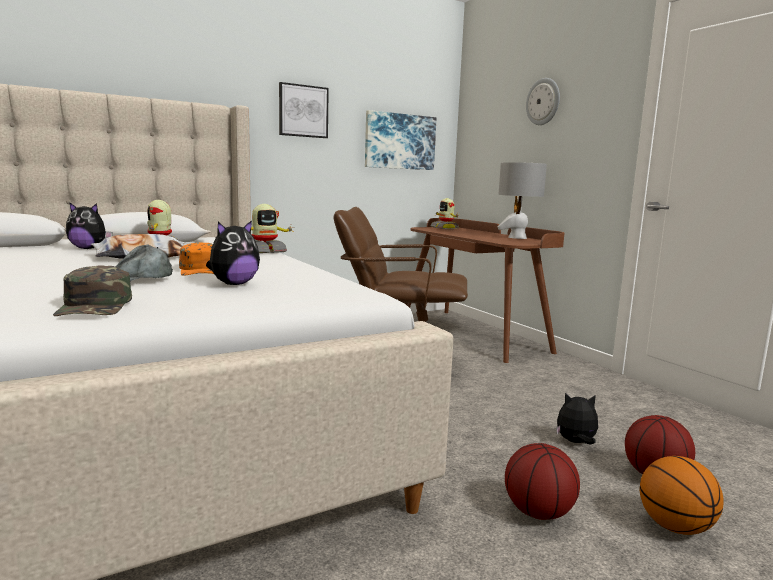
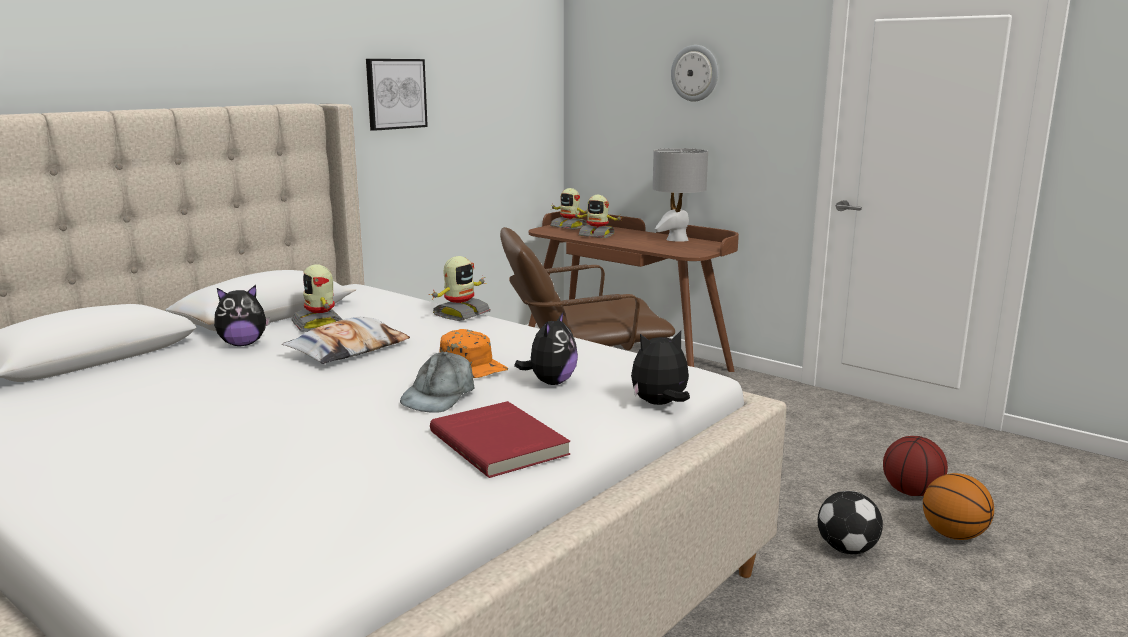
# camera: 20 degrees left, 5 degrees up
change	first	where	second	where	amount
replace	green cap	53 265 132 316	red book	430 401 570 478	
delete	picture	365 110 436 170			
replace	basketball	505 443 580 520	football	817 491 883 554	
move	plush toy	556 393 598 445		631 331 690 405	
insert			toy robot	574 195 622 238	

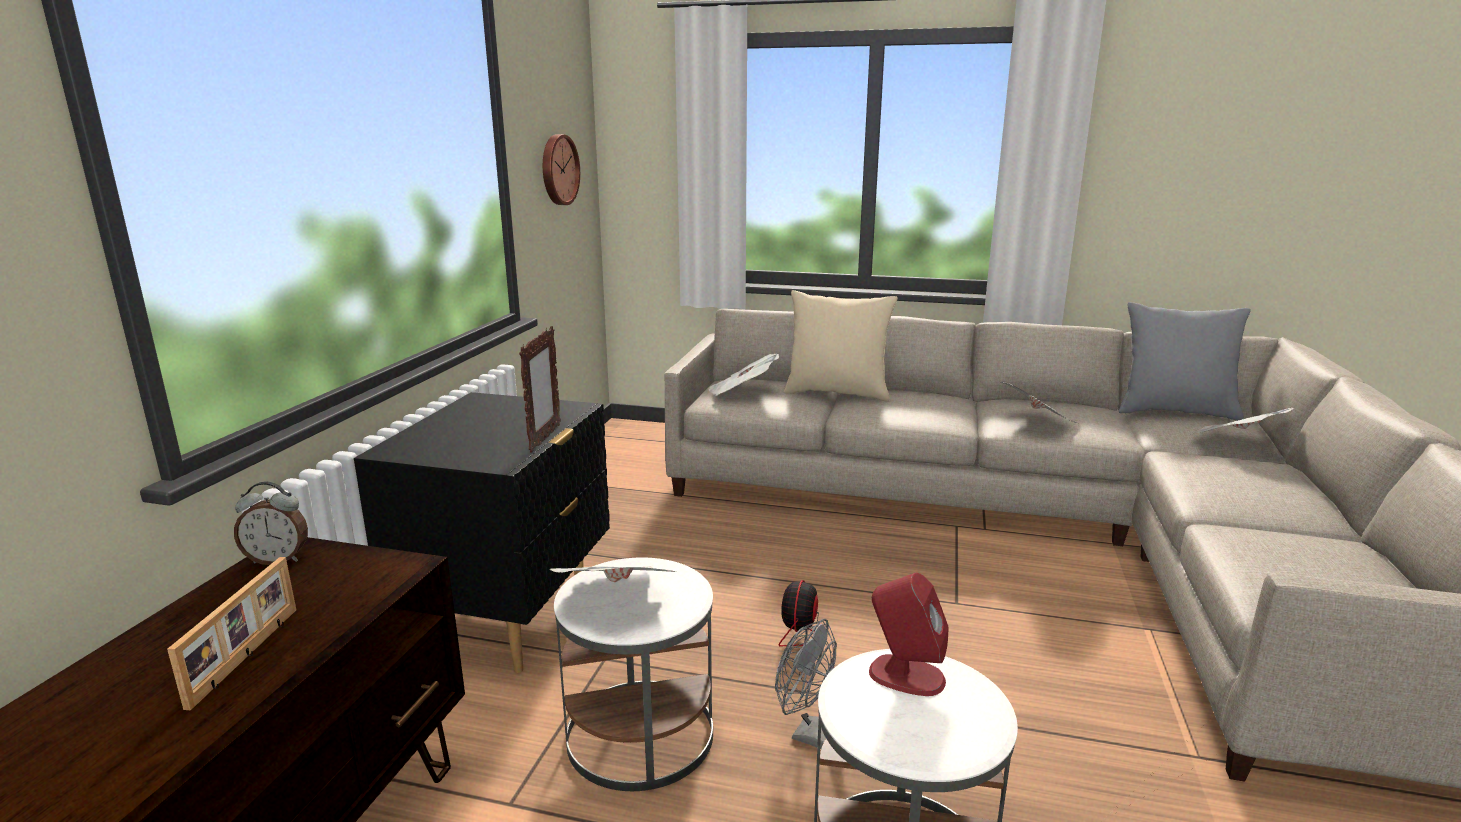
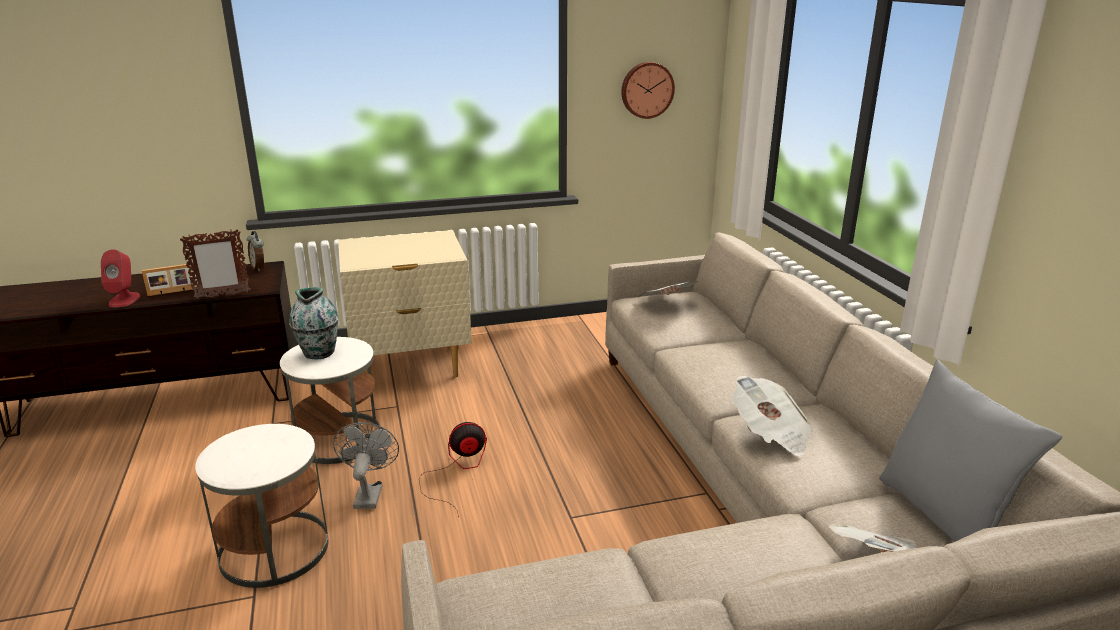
# camera: 60 degrees right, 5 degrees up
change	first	where	second	where	amount
recolor	black nightstand	354 392 610 673	beige nightstand	338 230 472 377	
move	picture frame	519 326 561 453		180 229 251 299	
replace	newspaper	550 566 676 582	vase	289 287 339 359	
delete	beige pillow	784 290 898 402			
move	red speaker	869 573 949 696		101 249 140 307	

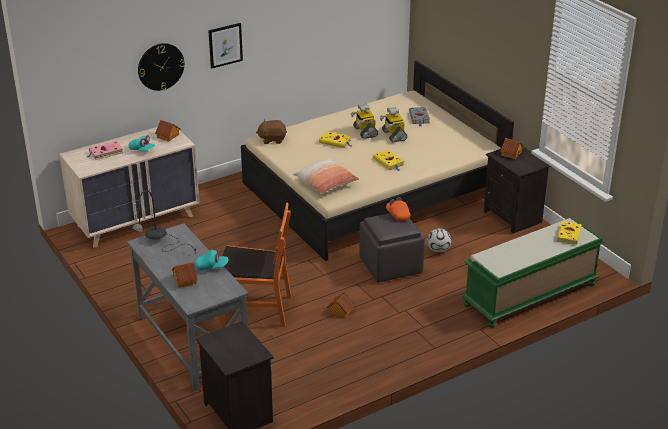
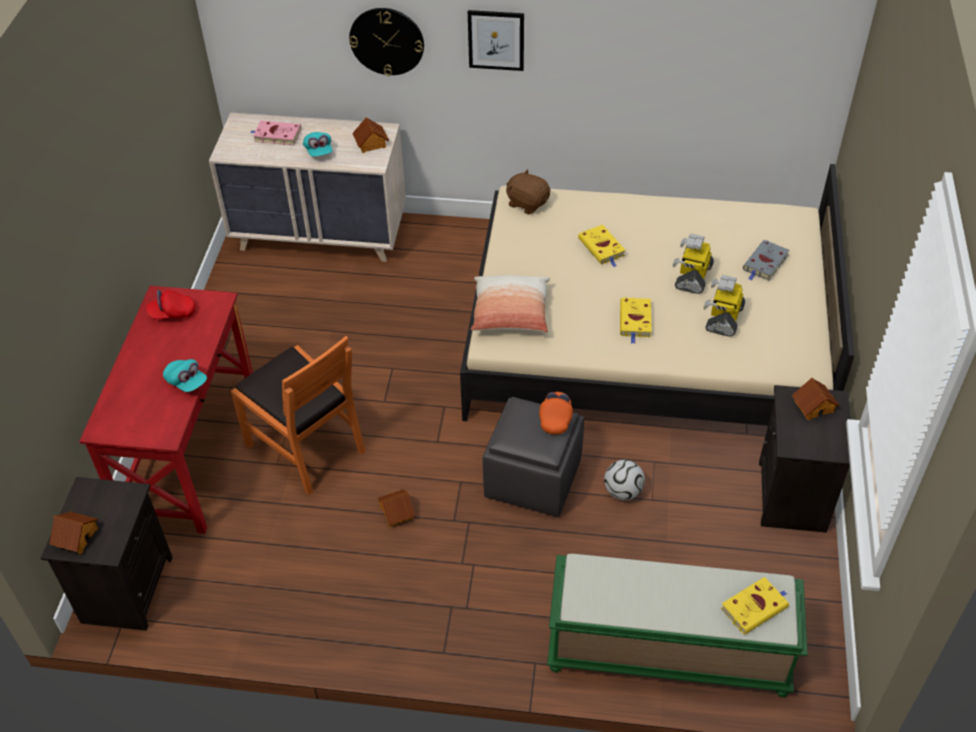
# camera: 40 degrees right, 15 degrees up
change	first	where	second	where	amount
recolor	grey desk	127 223 249 391	red desk	79 286 253 534	
replace	grey table lamp	132 190 196 252	red cap	146 290 196 319	
move	toy house	172 262 198 288		49 512 98 554	
move	toy robot	351 104 378 139		704 275 745 337	

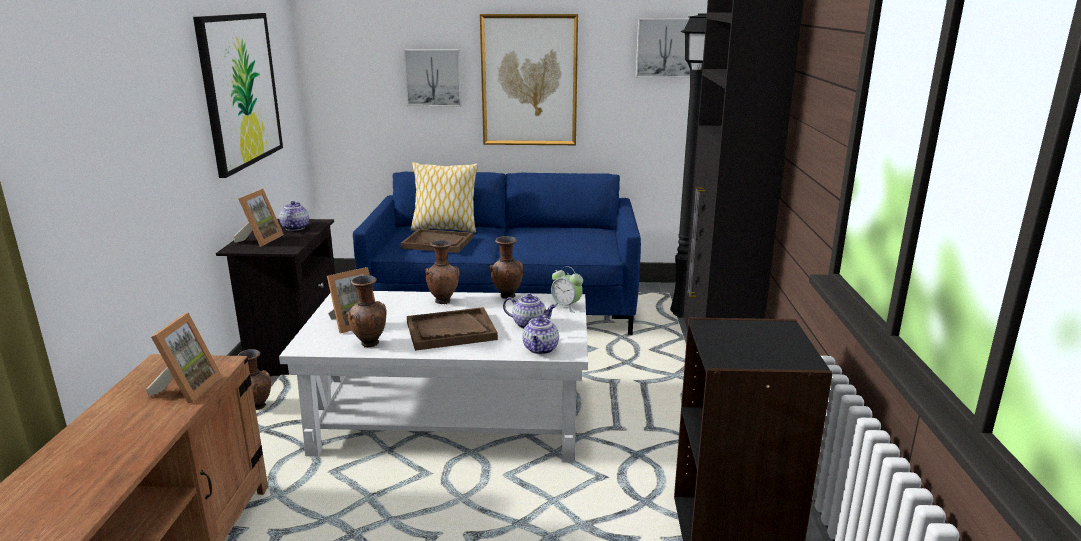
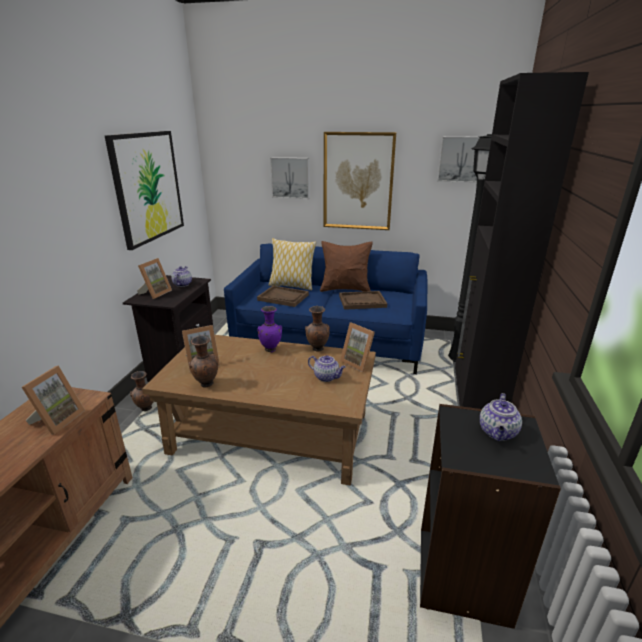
# camera: 10 degrees right, 5 degrees up
change	first	where	second	where	amount
recolor	white coffee table	279 291 588 463	brown coffee table	142 335 376 486	
move	brown tray	407 307 498 351		339 291 387 310	
recolor	brown vase	425 240 460 304	purple vase	257 306 282 352	
move	teapot	522 313 559 354		480 393 522 441	
replace	alarm clock	551 266 583 313	picture frame	340 323 375 372	
insert			brown pillow	320 241 373 292	

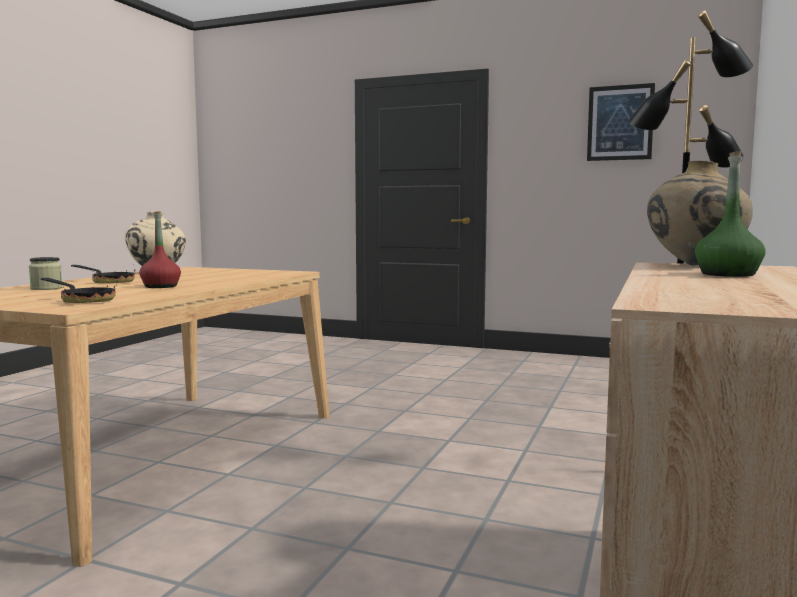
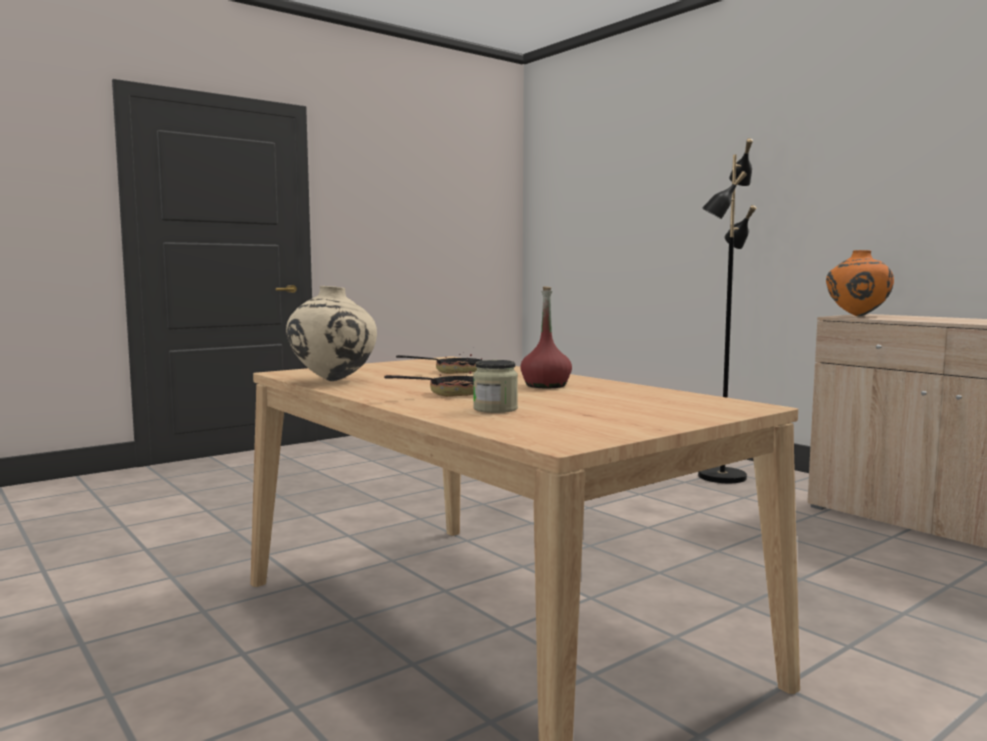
# camera: 60 degrees left, 0 degrees up
change	first	where	second	where	amount
move	frying pan	41 278 116 303		396 354 483 374	
delete	picture	587 83 655 161			
recolor	beige vase	647 160 753 266	orange vase	826 250 894 316	
delete	green bottle	695 151 766 277			

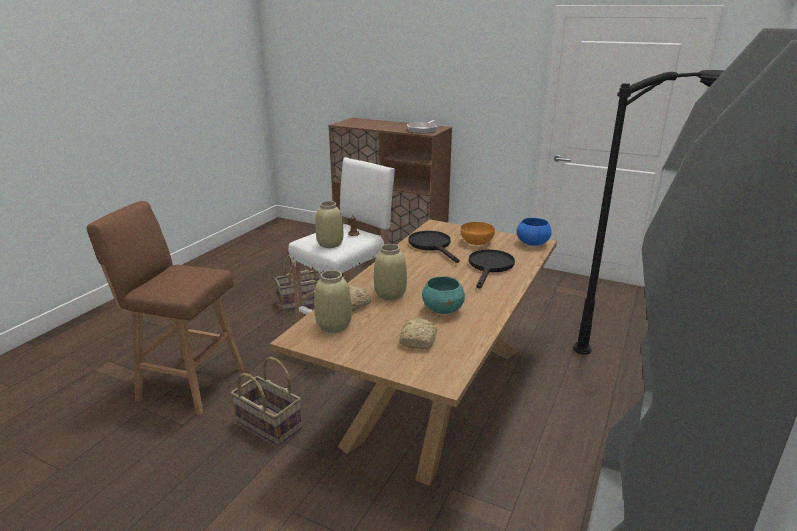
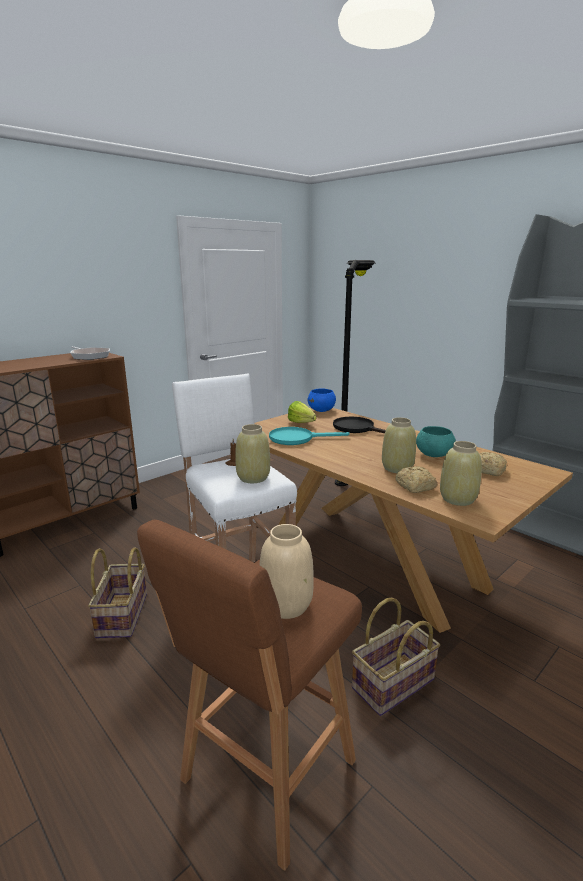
# camera: 70 degrees left, 5 degrees down
change	first	where	second	where	amount
recolor	black frying pan	409 231 460 263	turquoise frying pan	269 427 349 445	
replace	orange bowl	461 222 495 245	lettuce	288 401 317 423	
insert			beige vase	259 524 314 619	

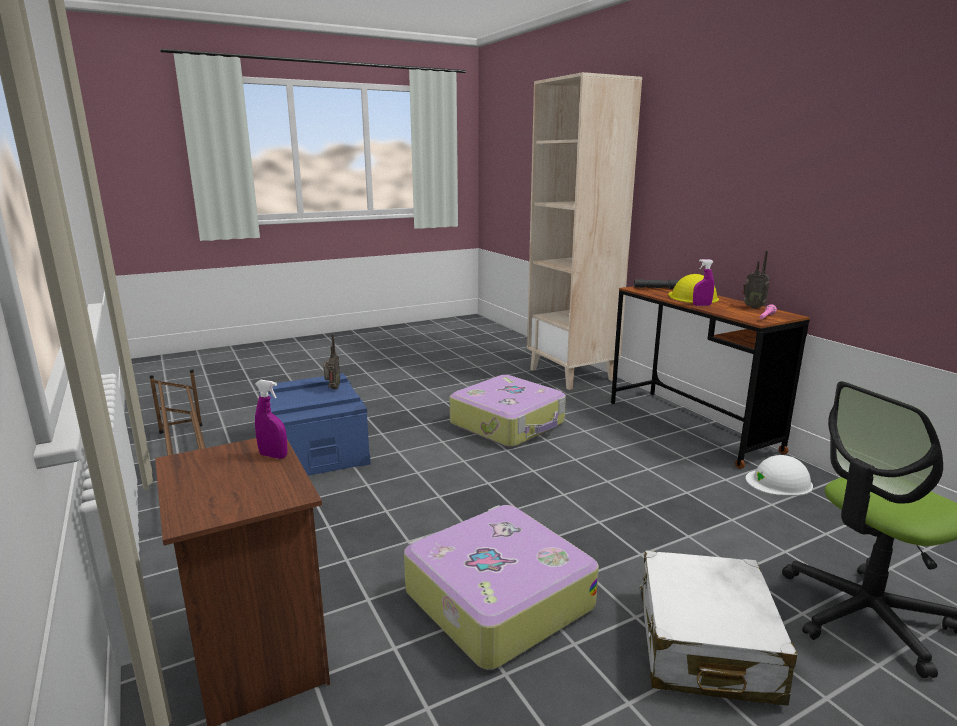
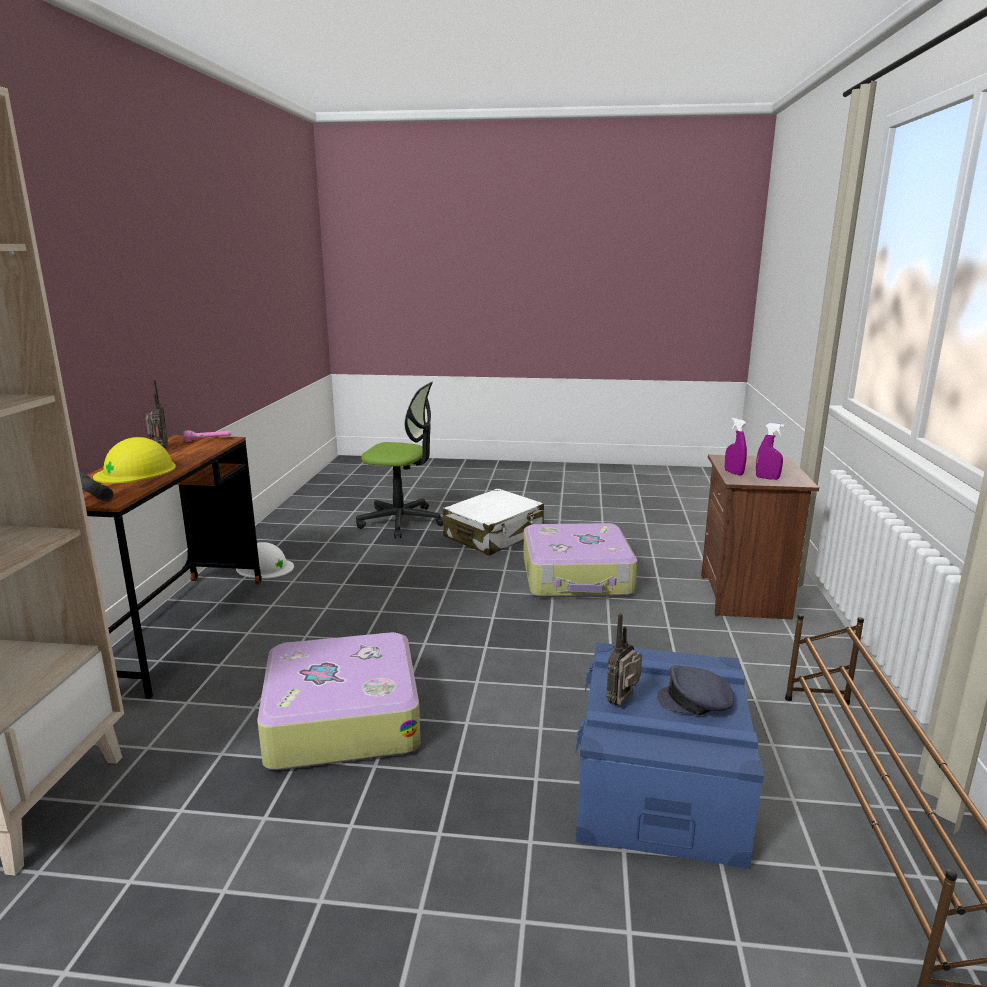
# camera: 145 degrees left, 0 degrees up
change	first	where	second	where	amount
move	purple spray bottle	693 259 714 306		756 423 784 480	
insert			grey cap	657 665 734 715	

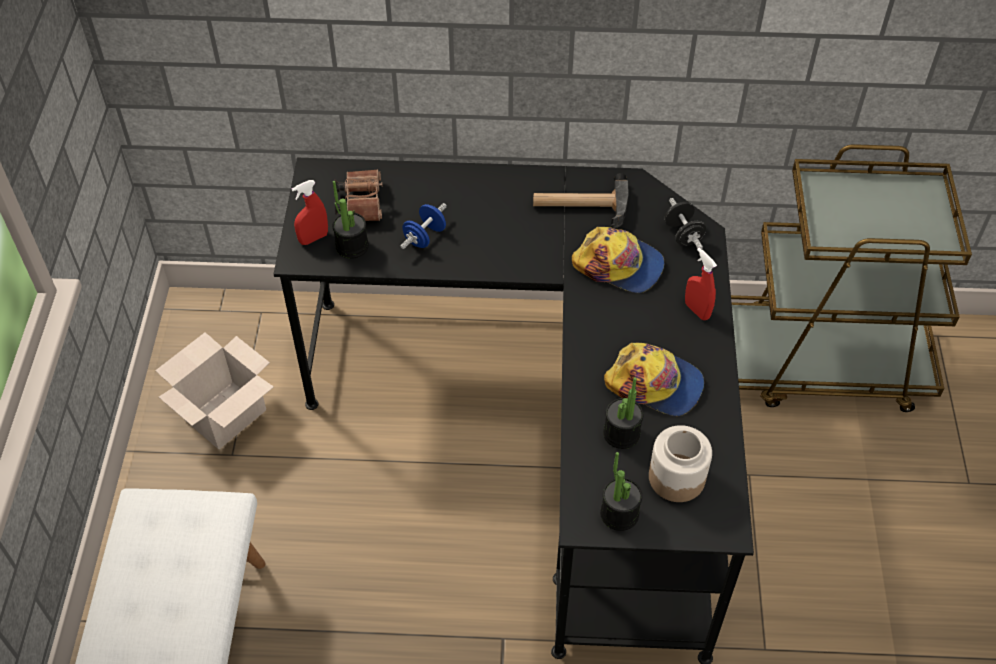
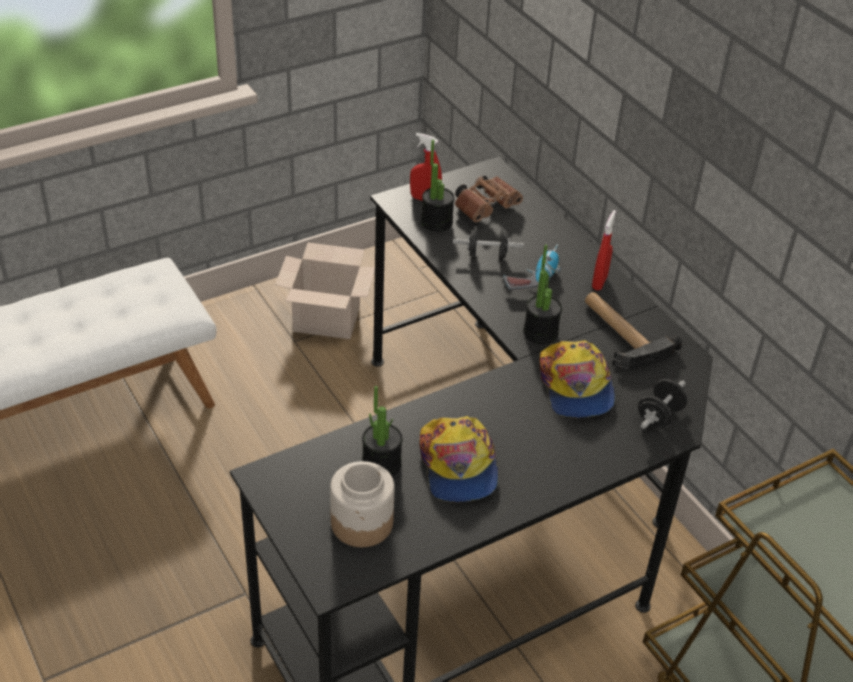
# camera: 55 degrees right, 10 degrees down
change	first	where	second	where	amount
recolor	blue dumbbell	400 203 447 249	black dumbbell	453 227 524 261	
move	potted plant	600 452 642 531		523 245 562 344	
move	red spray bottle	685 248 717 320		592 210 616 290	
insert			power drill	503 244 561 290	

